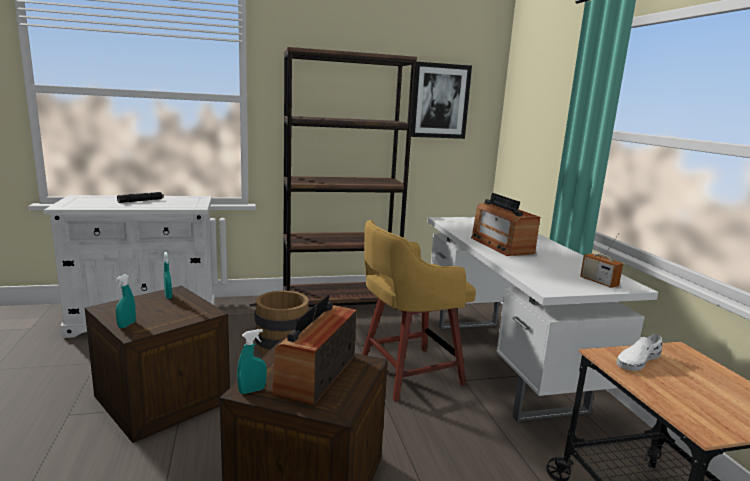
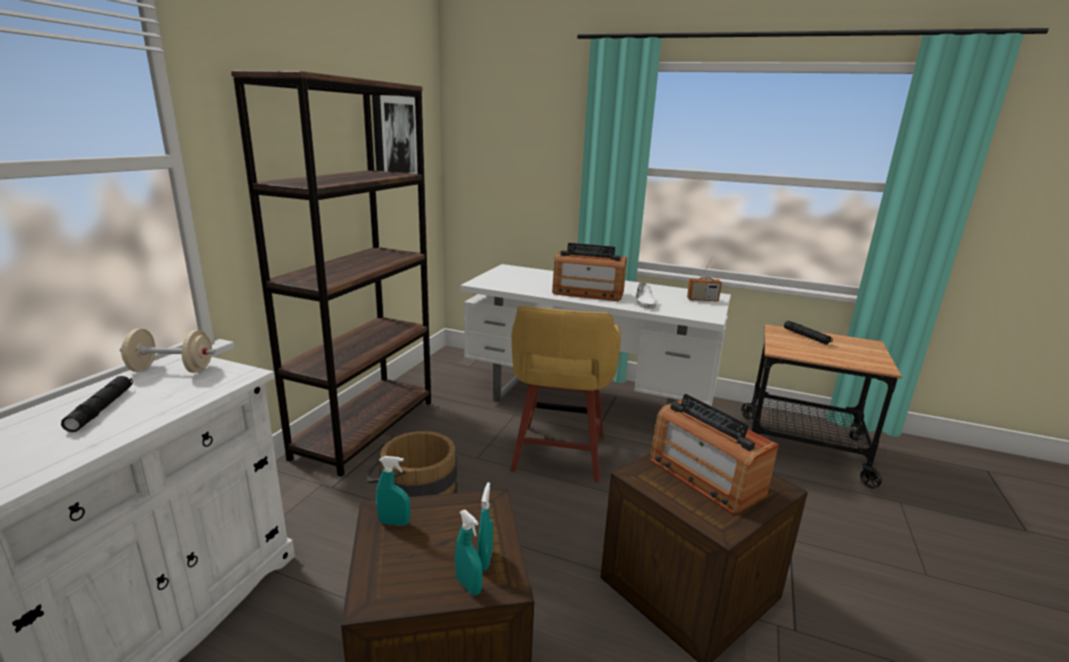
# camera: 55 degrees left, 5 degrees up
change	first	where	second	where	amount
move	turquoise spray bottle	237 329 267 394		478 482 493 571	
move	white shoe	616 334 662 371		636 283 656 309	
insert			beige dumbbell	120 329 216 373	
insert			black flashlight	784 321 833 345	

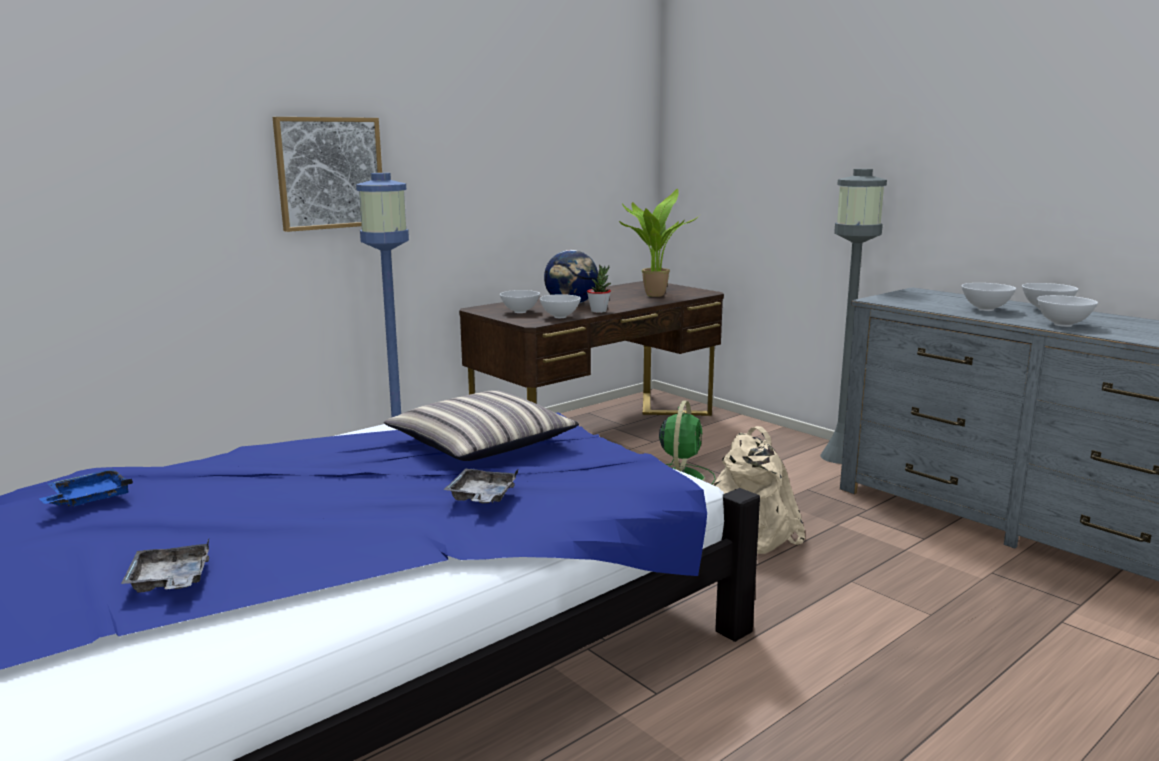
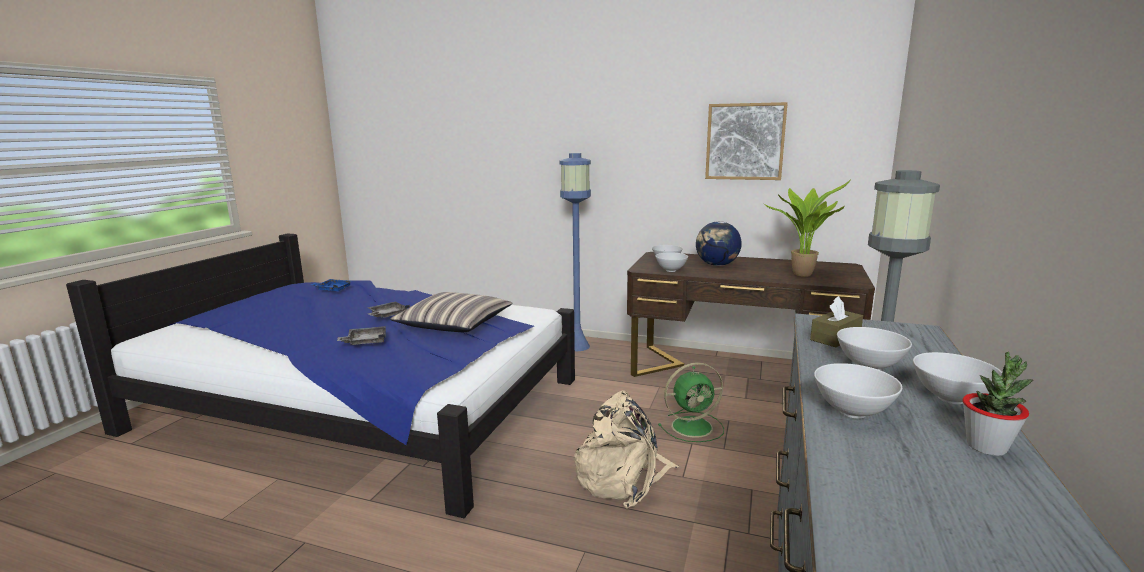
# camera: 60 degrees right, 0 degrees up
change	first	where	second	where	amount
move	grey tray	121 537 210 592		368 302 410 318	
move	picture	273 117 382 232		705 102 788 180	
move	potted plant	587 265 611 313		963 352 1033 456	
insert			brown tissue box	810 296 863 347	

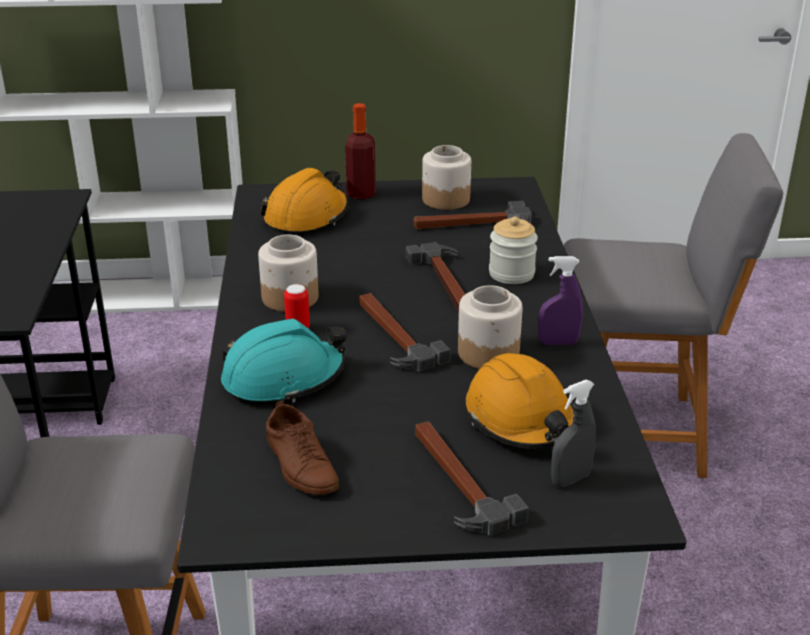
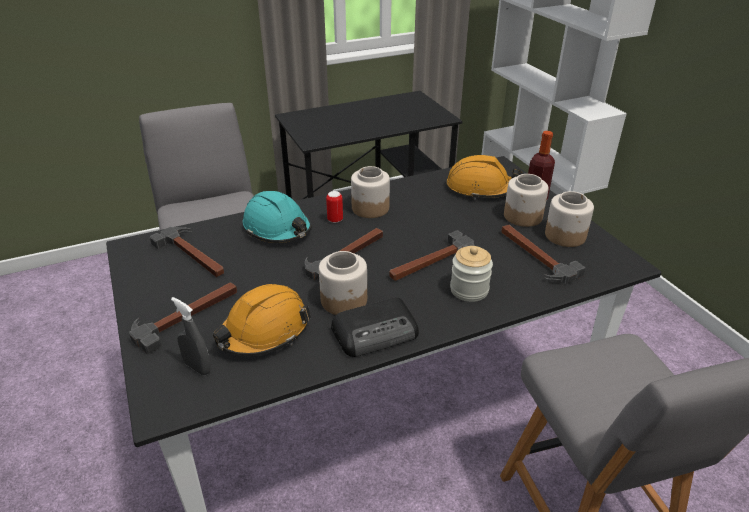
# camera: 70 degrees right, 5 degrees up
change	first	where	second	where	amount
replace	brown shoe	266 400 339 495	hammer	150 227 224 277	
replace	purple spray bottle	539 256 583 345	radio	331 298 419 357	
insert			jar	504 174 549 227	

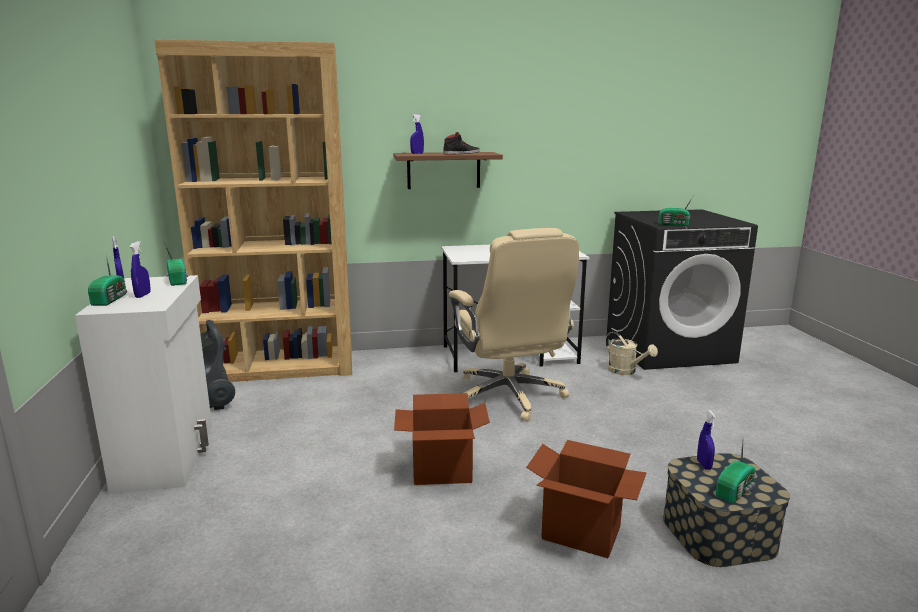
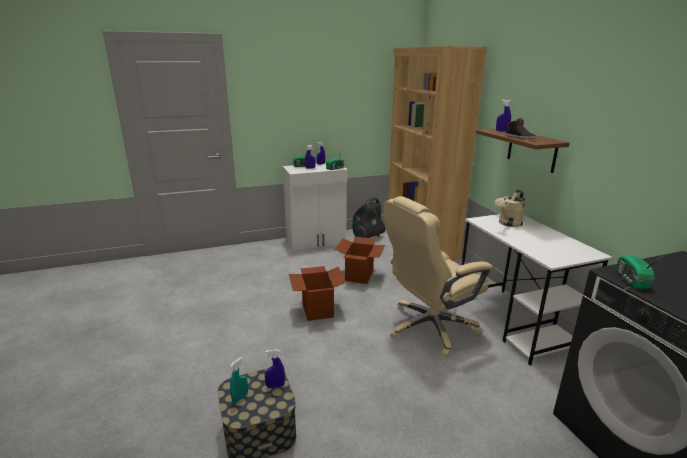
# camera: 80 degrees right, 5 degrees up
change	first	where	second	where	amount
move	cardboard box	526 440 646 558		335 237 385 284	
move	beige watering can	606 332 658 375		495 190 526 227	
replace	radio	716 440 756 503	turquoise spray bottle	230 357 248 403	

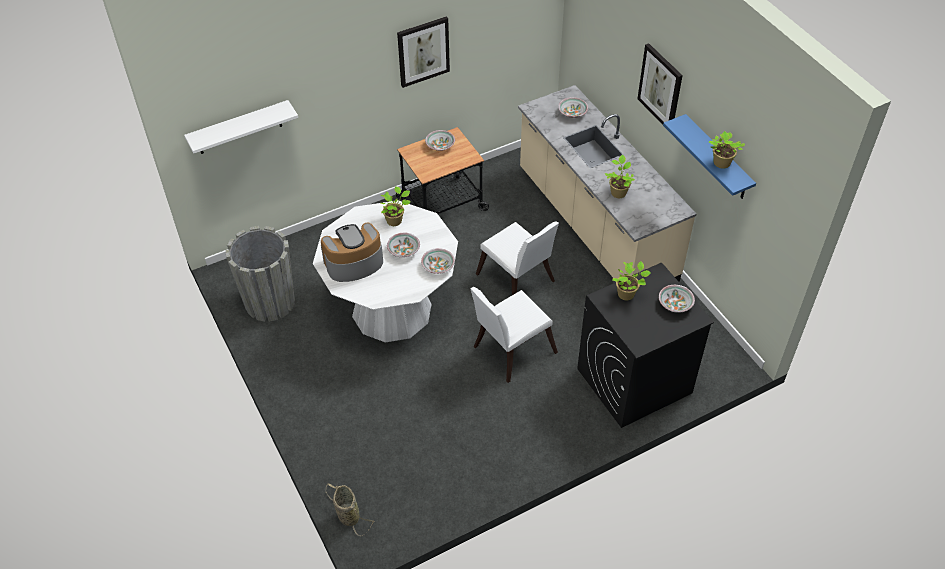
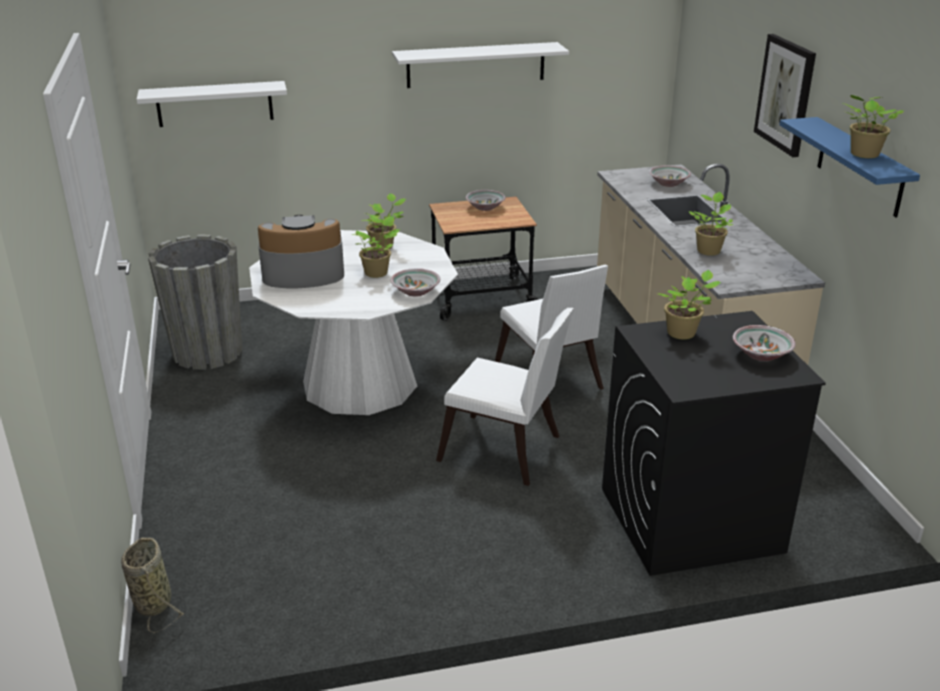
# camera: 15 degrees right, 20 degrees down
change	first	where	second	where	amount
replace	bowl	387 233 420 257	potted plant	352 216 400 278	
replace	picture	397 17 450 88	white shelf	392 42 569 88	
rotate	white chair	470 287 558 383		436 308 574 486	135 degrees counterclockwise

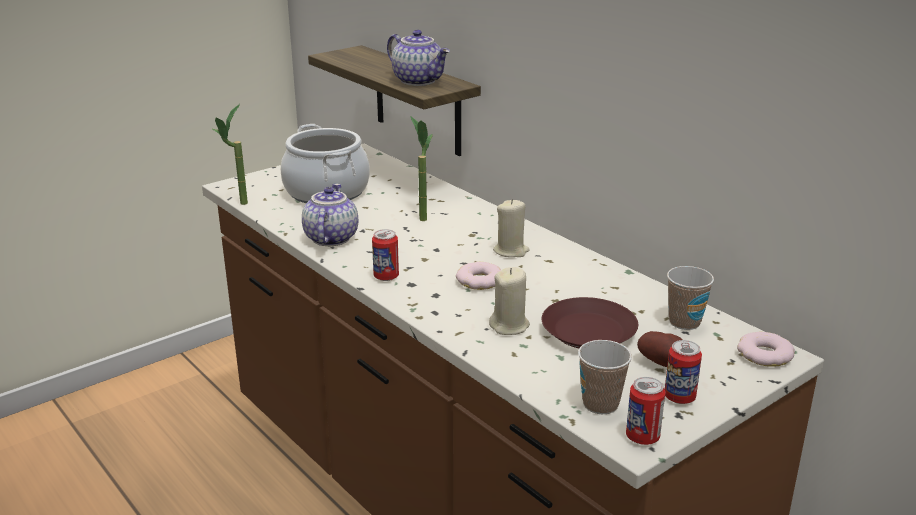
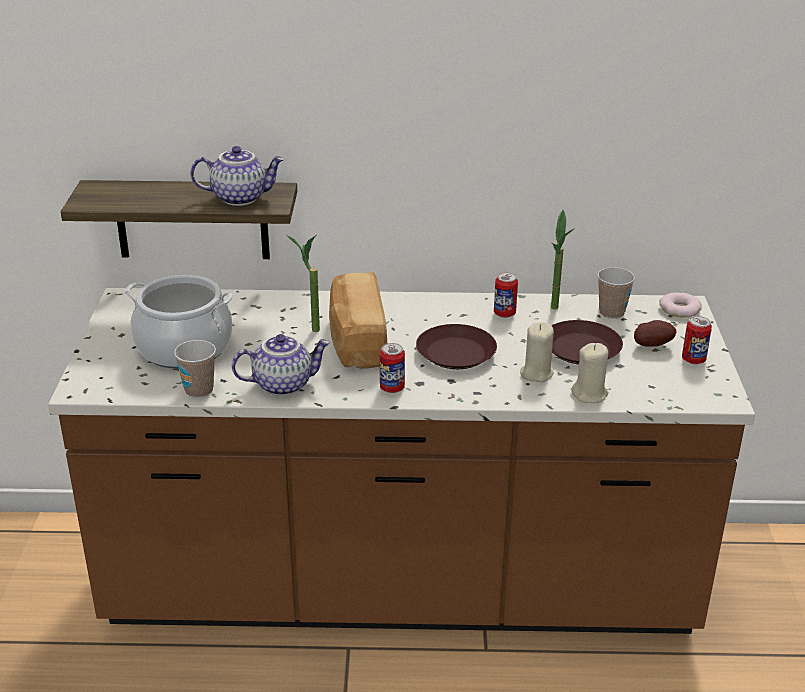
# camera: 50 degrees left, 5 degrees up
change	first	where	second	where	amount
move	potted plant	213 104 248 205		551 210 575 310	
rotate	teapot	302 184 358 246		232 334 331 396	120 degrees clockwise
replace	donut	456 262 501 290	brown plate	416 324 497 369	
move	beige candle	493 199 530 257		571 343 608 403	
move	cup	578 340 632 414		174 340 216 398	
move	can	626 377 665 445		494 272 518 318	
insert			bread	329 272 387 369	

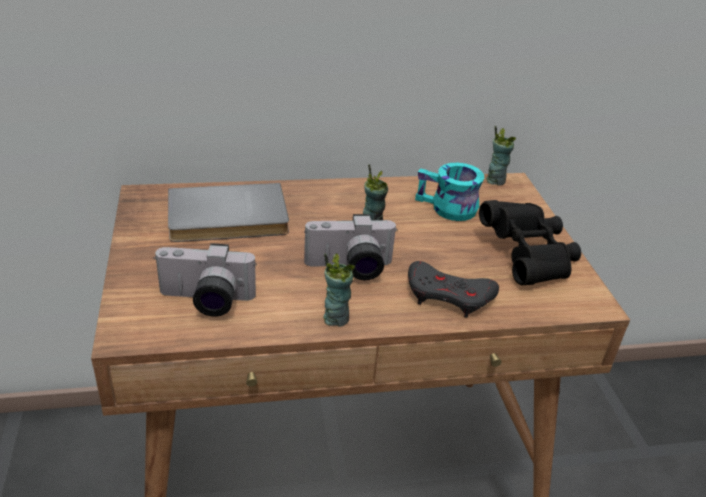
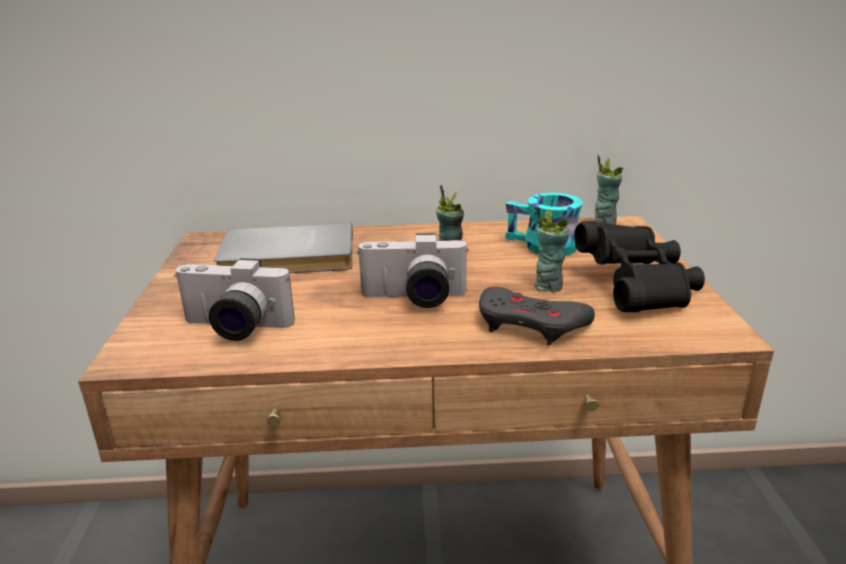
# camera: 10 degrees right, 10 degrees down
change	first	where	second	where	amount
move	cup	323 253 355 327		535 206 569 292	

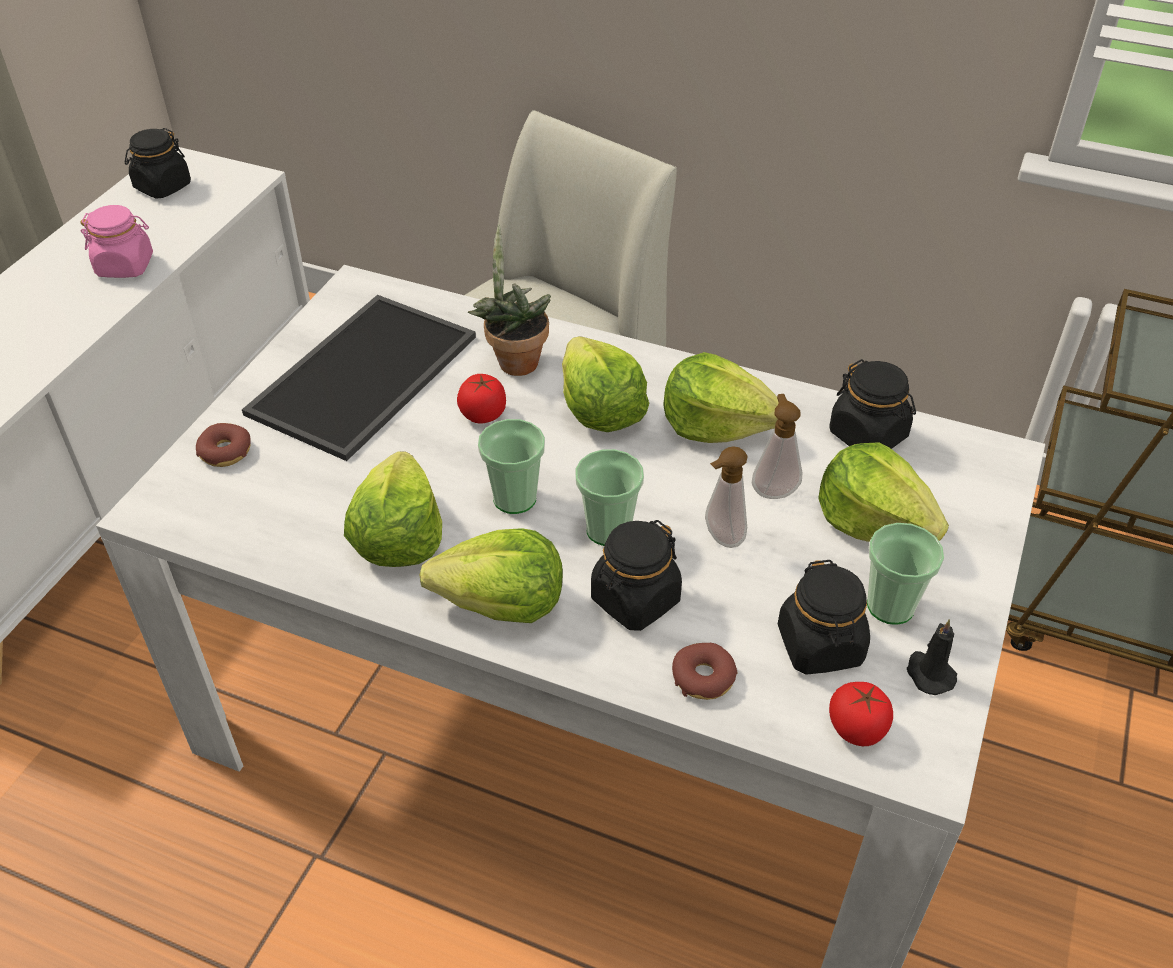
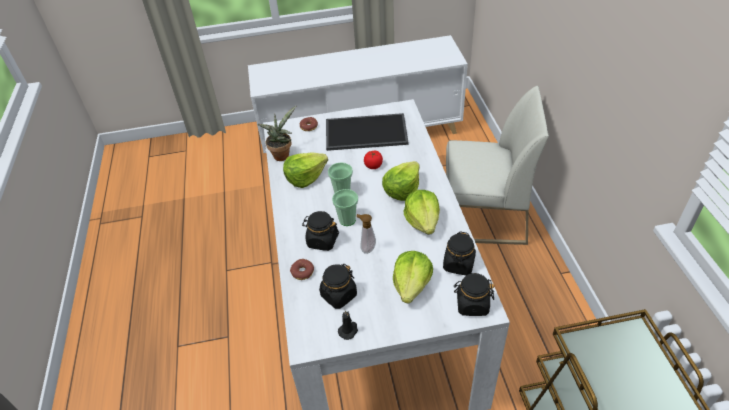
# camera: 60 degrees right, 0 degrees up
change	first	where	second	where	amount
delete	pink jar	80 205 153 278			
move	black jar	125 128 191 199		454 273 494 316	
delete	lettuce	420 528 563 623			
move	potted plant	468 224 551 376		257 106 296 161	
delete	soap dispenser	752 394 802 499			
delete	tomato	829 682 893 746			
delete	cup	867 523 944 625			

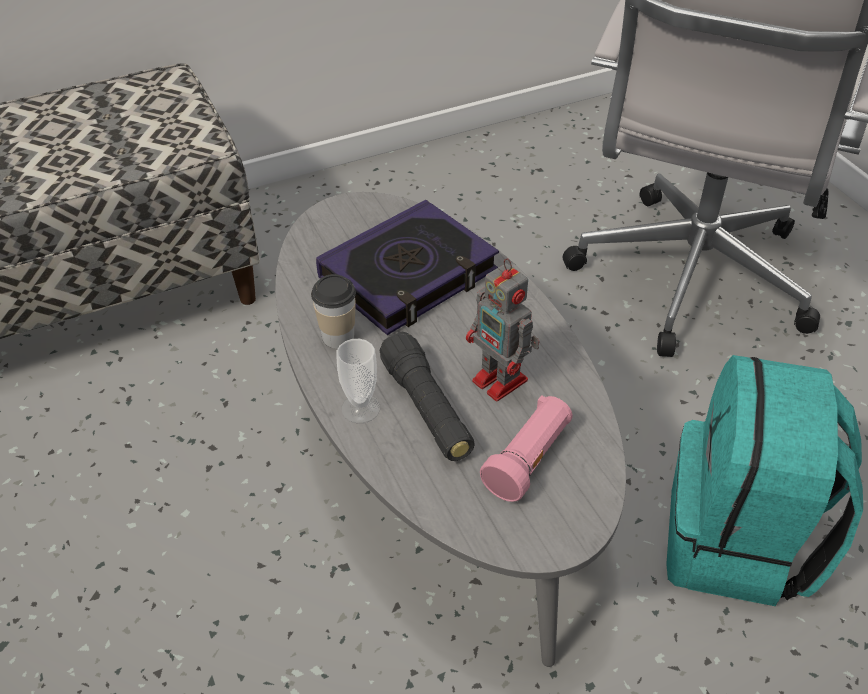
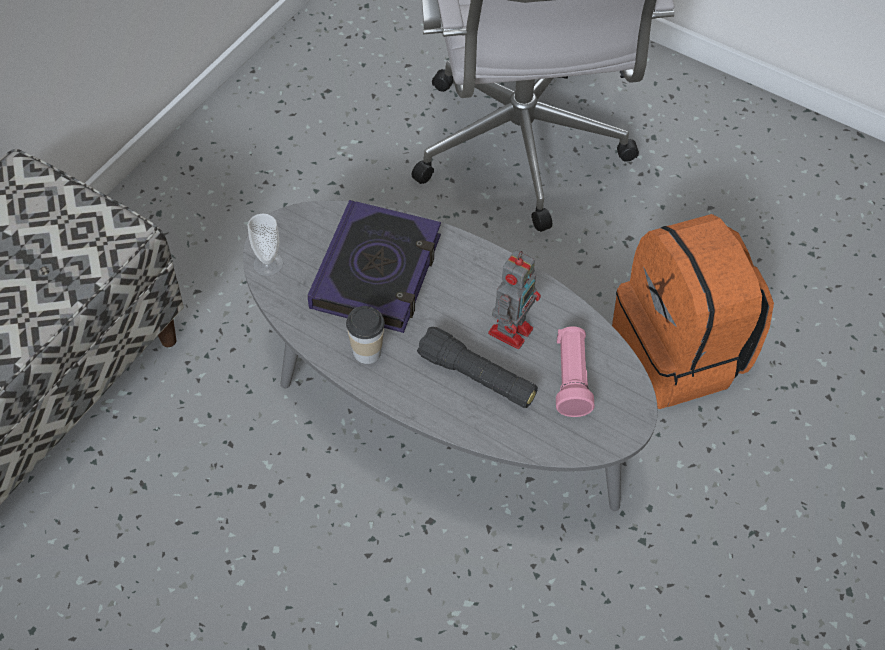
# camera: 35 degrees left, 10 degrees up
change	first	where	second	where	amount
move	cup	336 339 380 423		247 214 283 276	
rotate	toy robot	466 258 540 401		488 250 541 349	75 degrees counterclockwise
recolor	turquoise backpack	666 355 863 606	orange backpack	612 214 774 409	

